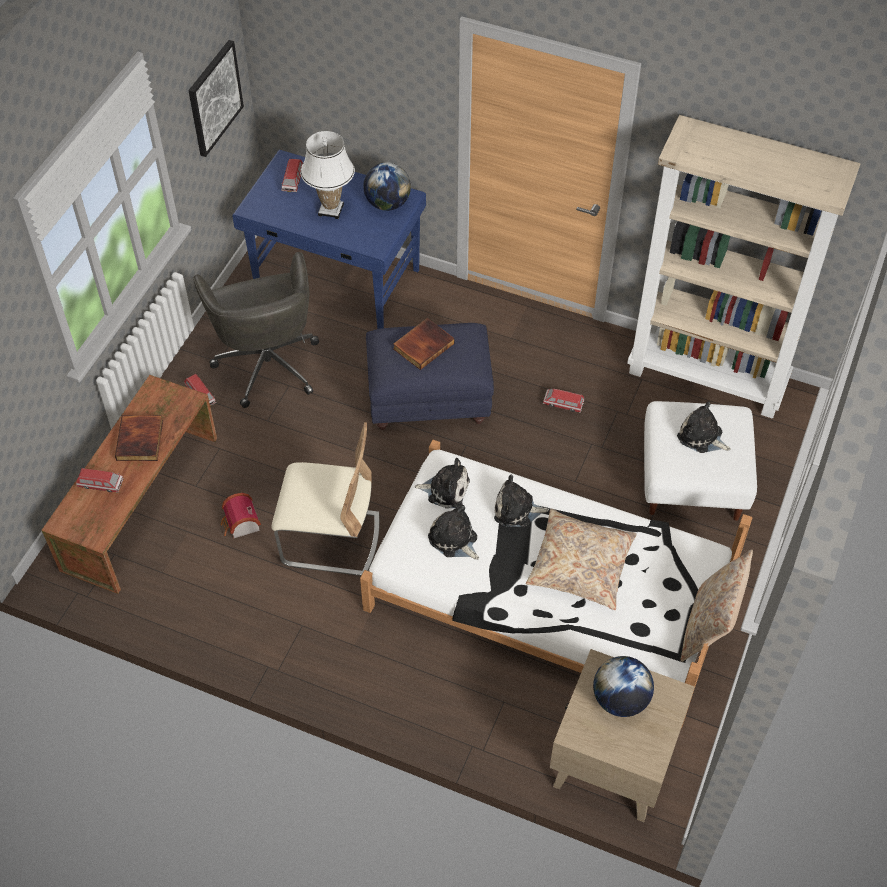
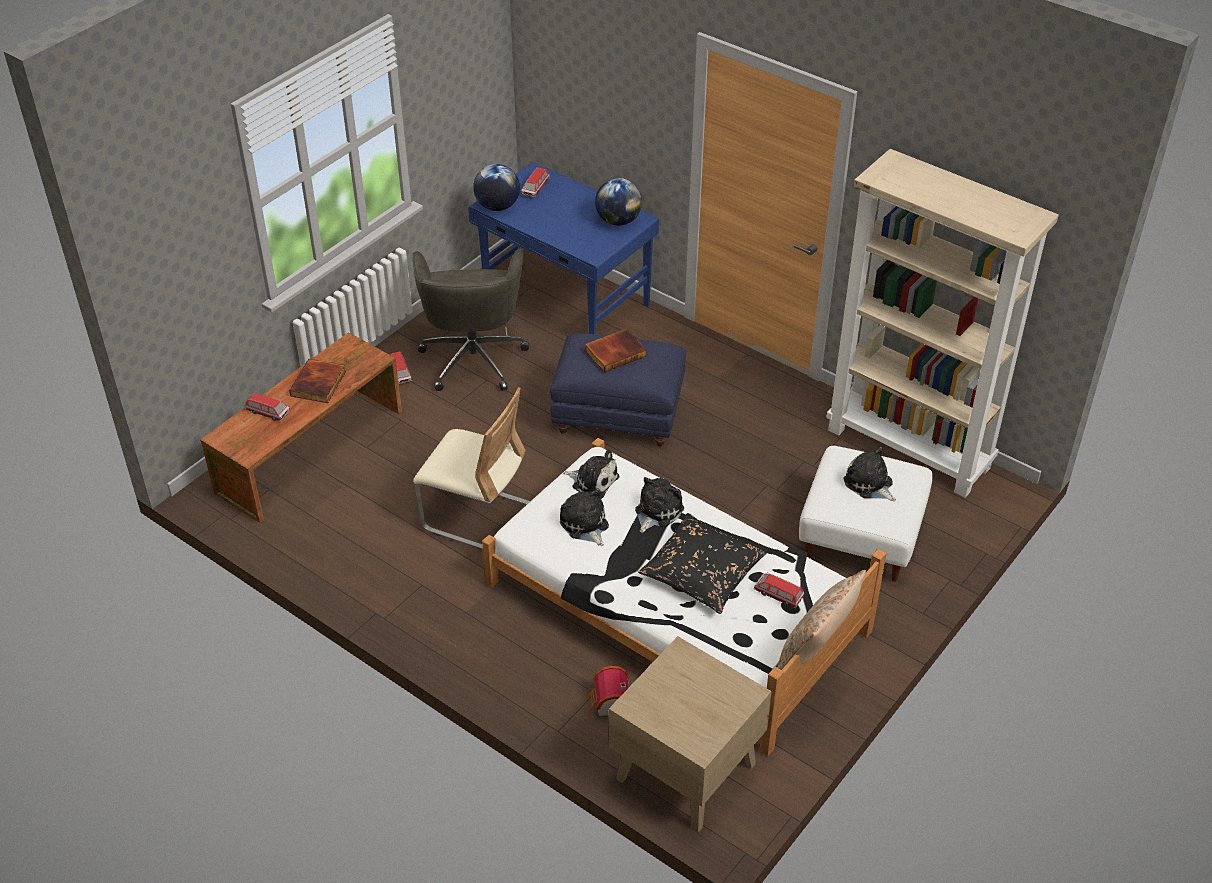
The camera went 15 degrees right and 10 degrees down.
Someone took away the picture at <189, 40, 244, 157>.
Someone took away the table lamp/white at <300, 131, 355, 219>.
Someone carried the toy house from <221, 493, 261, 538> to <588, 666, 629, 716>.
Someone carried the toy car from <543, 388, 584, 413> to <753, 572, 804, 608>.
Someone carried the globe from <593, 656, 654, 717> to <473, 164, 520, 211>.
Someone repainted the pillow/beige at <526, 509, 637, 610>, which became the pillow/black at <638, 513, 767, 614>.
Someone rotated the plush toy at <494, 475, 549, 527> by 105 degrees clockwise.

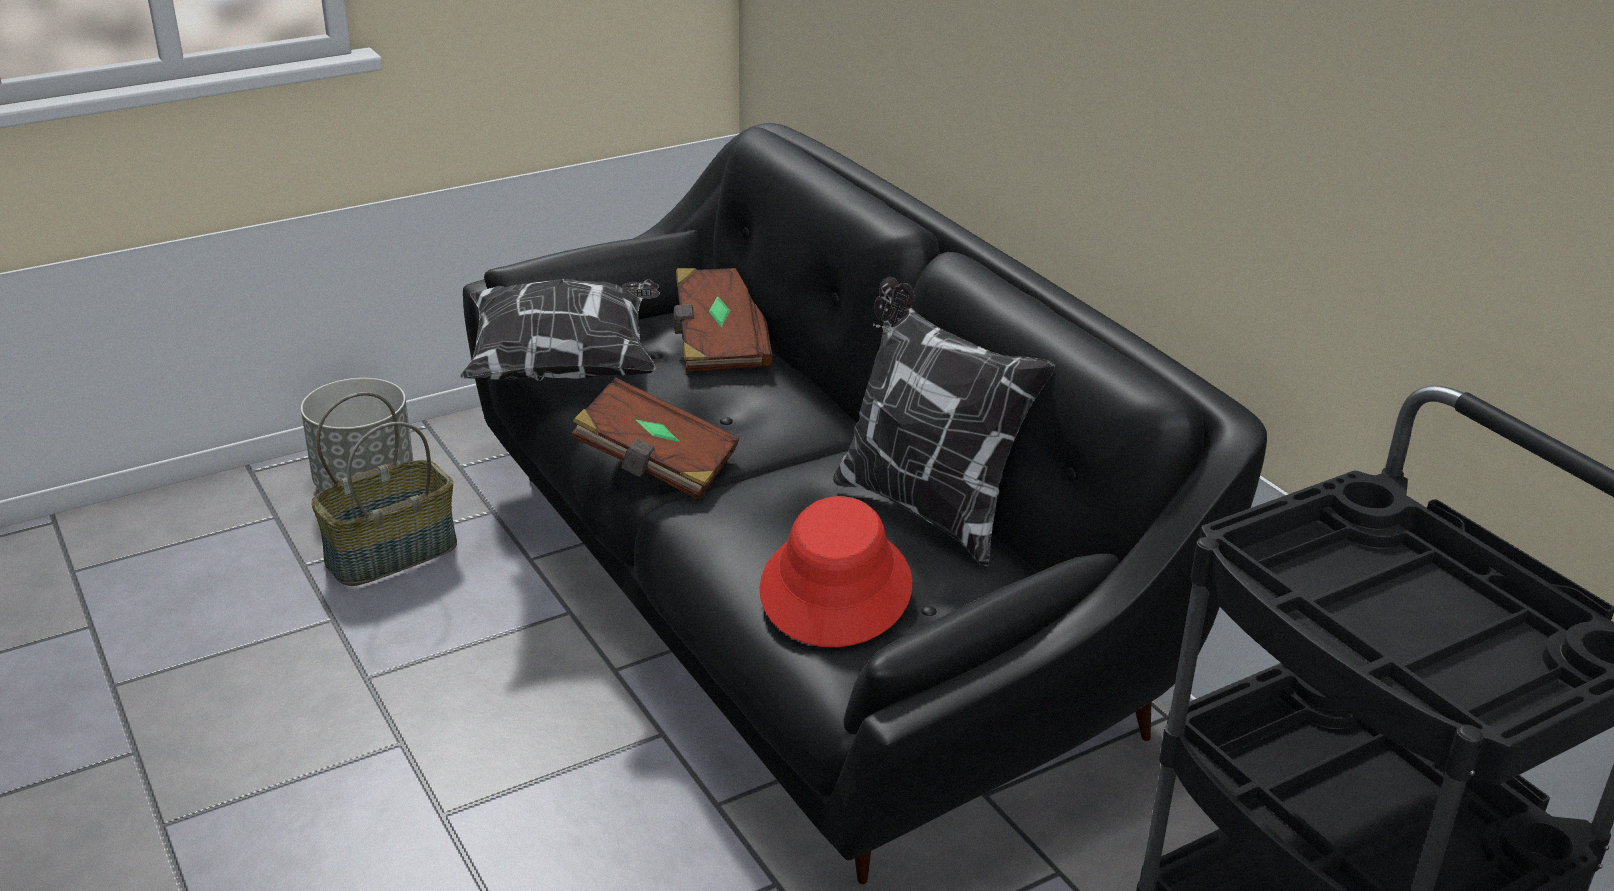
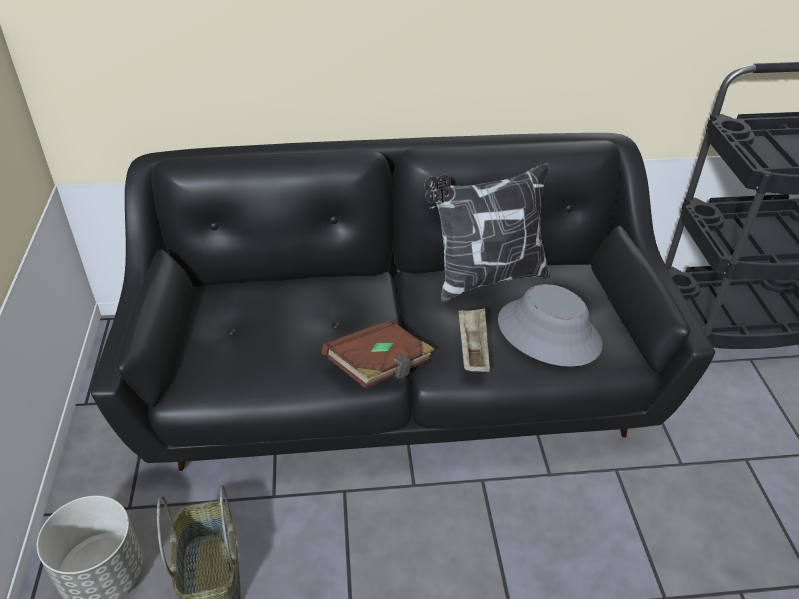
The camera went 65 degrees left and 10 degrees up.
Someone took away the pillow at <460, 279, 660, 381>.
Someone took away the book/brown at <673, 268, 773, 372>.
Someone put down the tray/beige at <458, 308, 490, 372>.
Someone repainted the hat/red at <759, 496, 913, 647>, which became the hat/grey at <498, 284, 602, 367>.

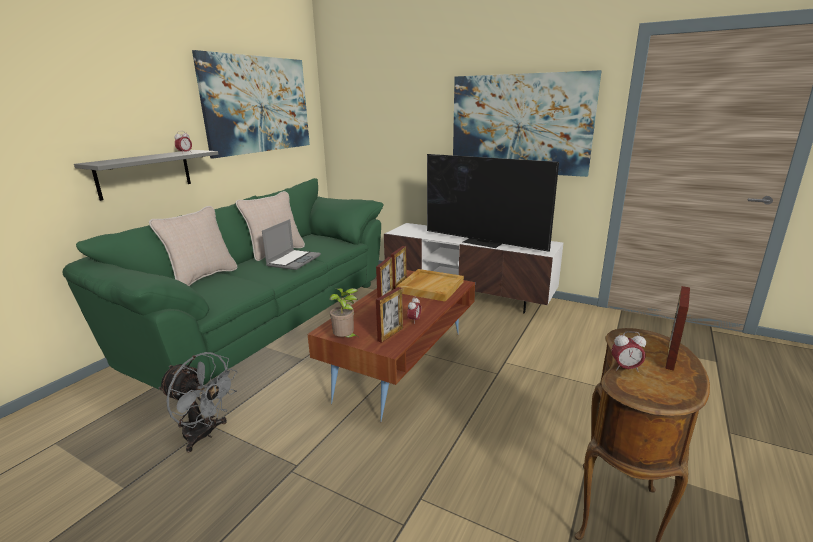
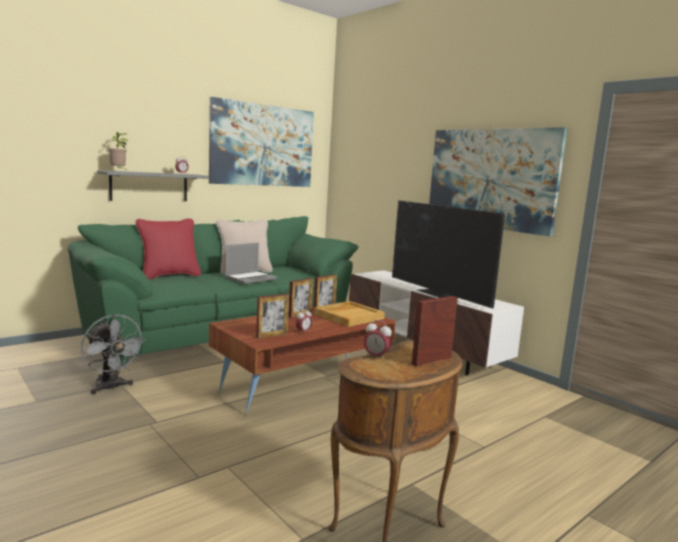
The camera went 20 degrees right and 10 degrees down.
Someone carried the potted plant from <330, 288, 358, 338> to <109, 132, 128, 169>.
Someone repainted the pillow/beige at <149, 206, 237, 286>, which became the pillow/red at <135, 218, 201, 280>.

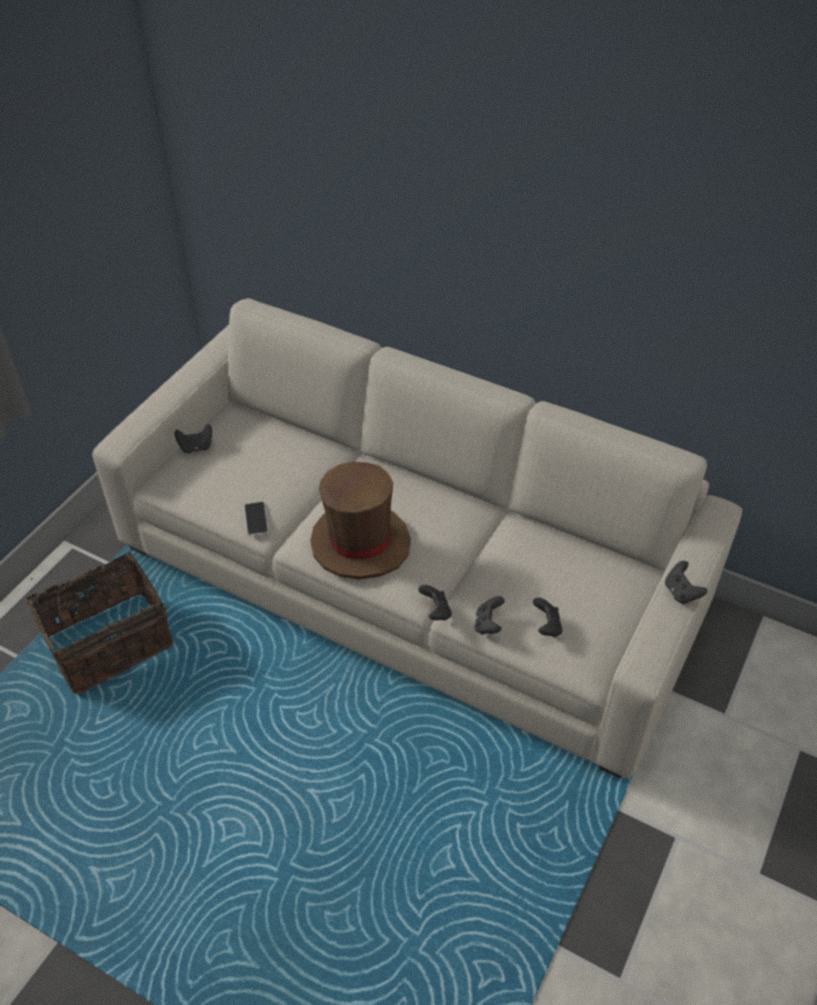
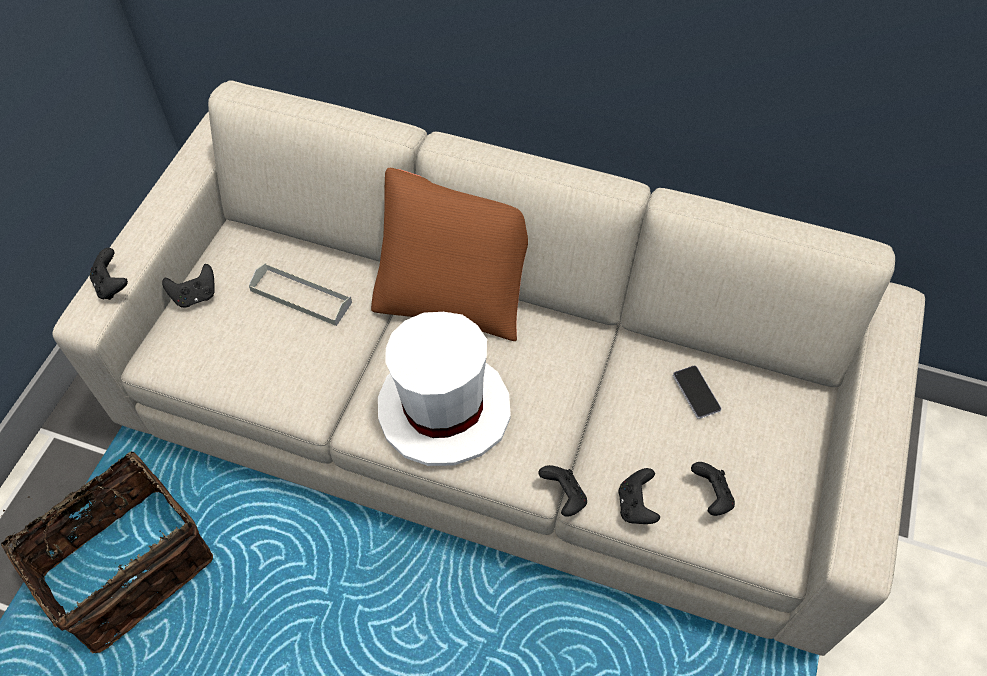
The camera went 10 degrees left and 10 degrees up.
Someone put down the tray/grey at <249, 263, 352, 326>.
Someone put down the pillow/brown at <371, 168, 528, 341>.
Someone carried the phone from <244, 502, 268, 536> to <673, 366, 721, 419>.
Someone carried the game controller/black from <665, 561, 707, 604> to <90, 248, 128, 300>.
Someone repainted the hat/brown at <310, 462, 411, 579>, which became the hat/white at <378, 312, 511, 466>.

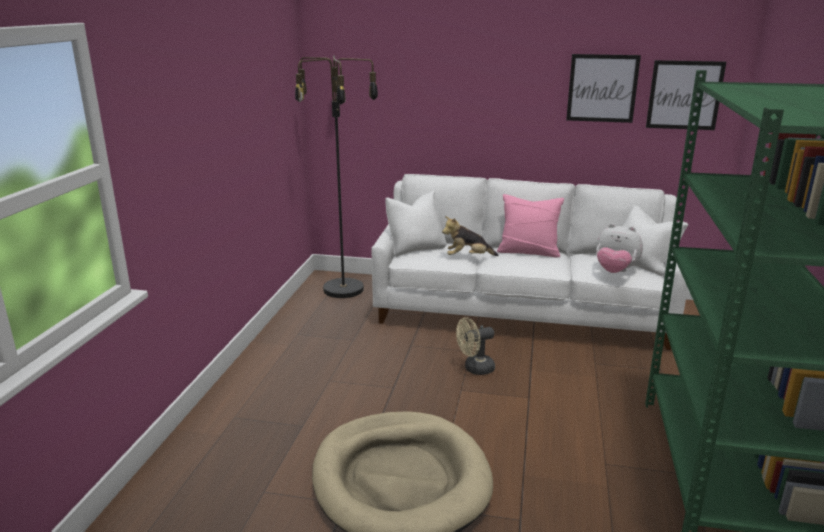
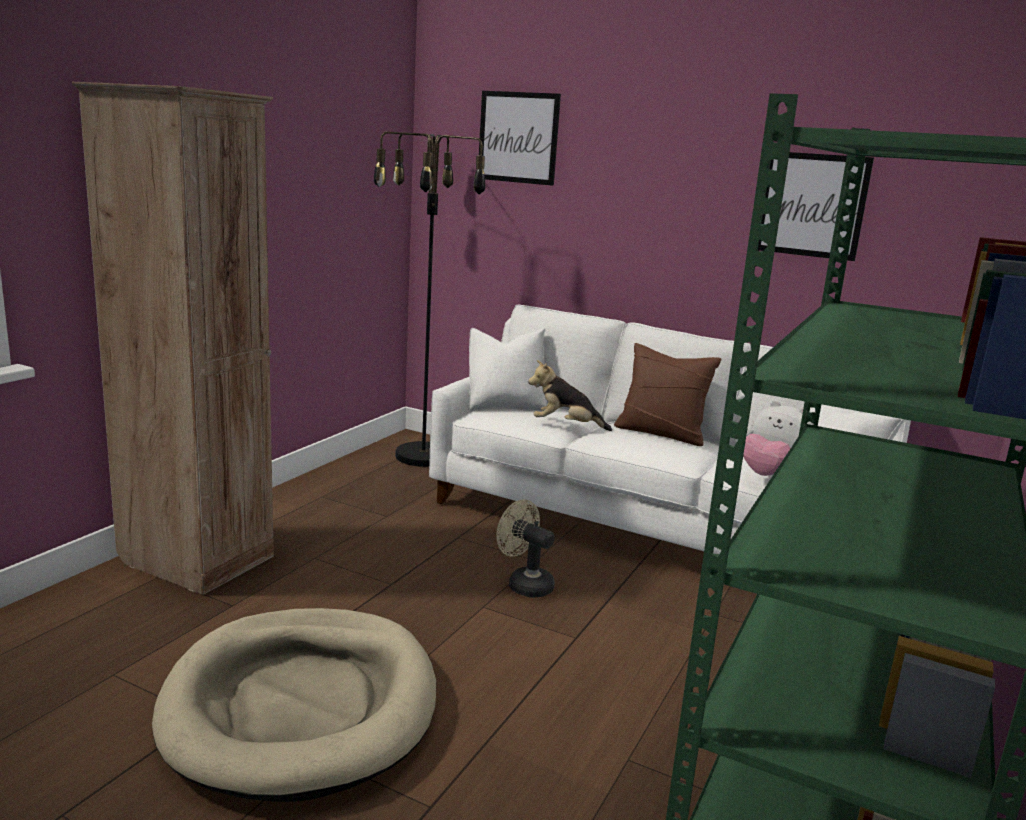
The camera went 15 degrees right and 5 degrees down.
Someone put down the cabinet/brown at <72, 82, 274, 595>.
Someone carried the picture from <646, 60, 726, 130> to <479, 91, 561, 186>.
Someone repainted the pillow/pink at <497, 194, 564, 257>, which became the pillow/brown at <614, 343, 721, 446>.
Someone rotated the fan/beige at <456, 317, 495, 375> by 45 degrees clockwise.

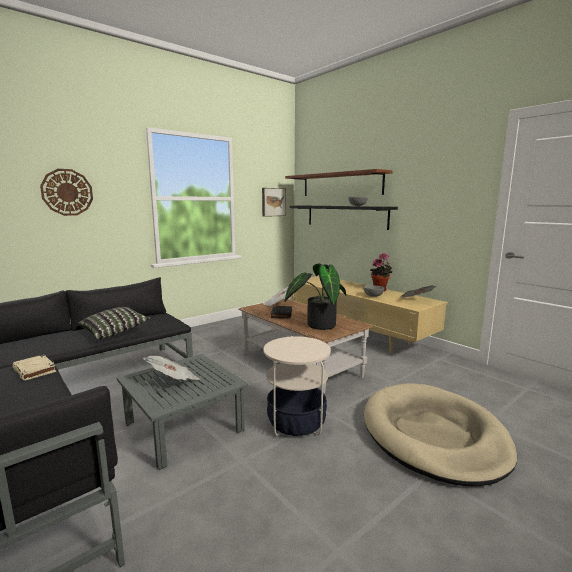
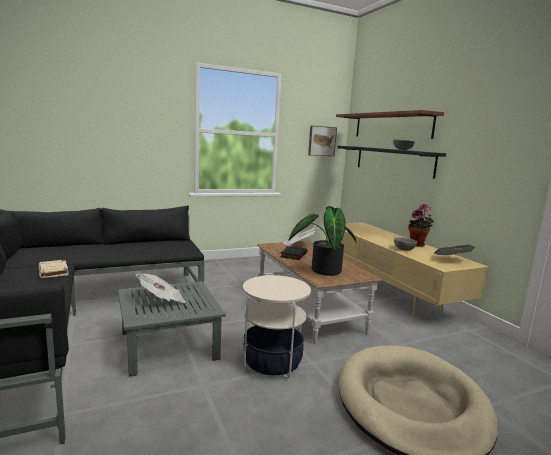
The camera went 15 degrees right and 0 degrees up.
Someone took away the wall clock at <40, 169, 93, 216>.
Someone took away the pillow at <78, 307, 150, 339>.

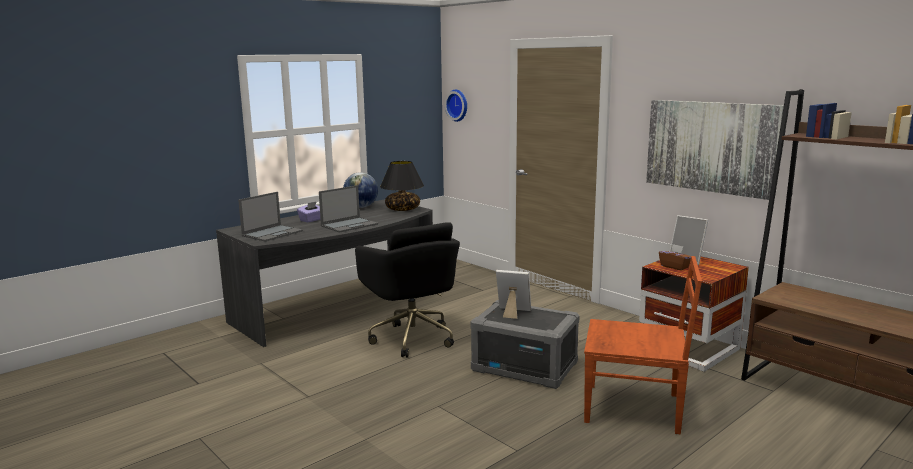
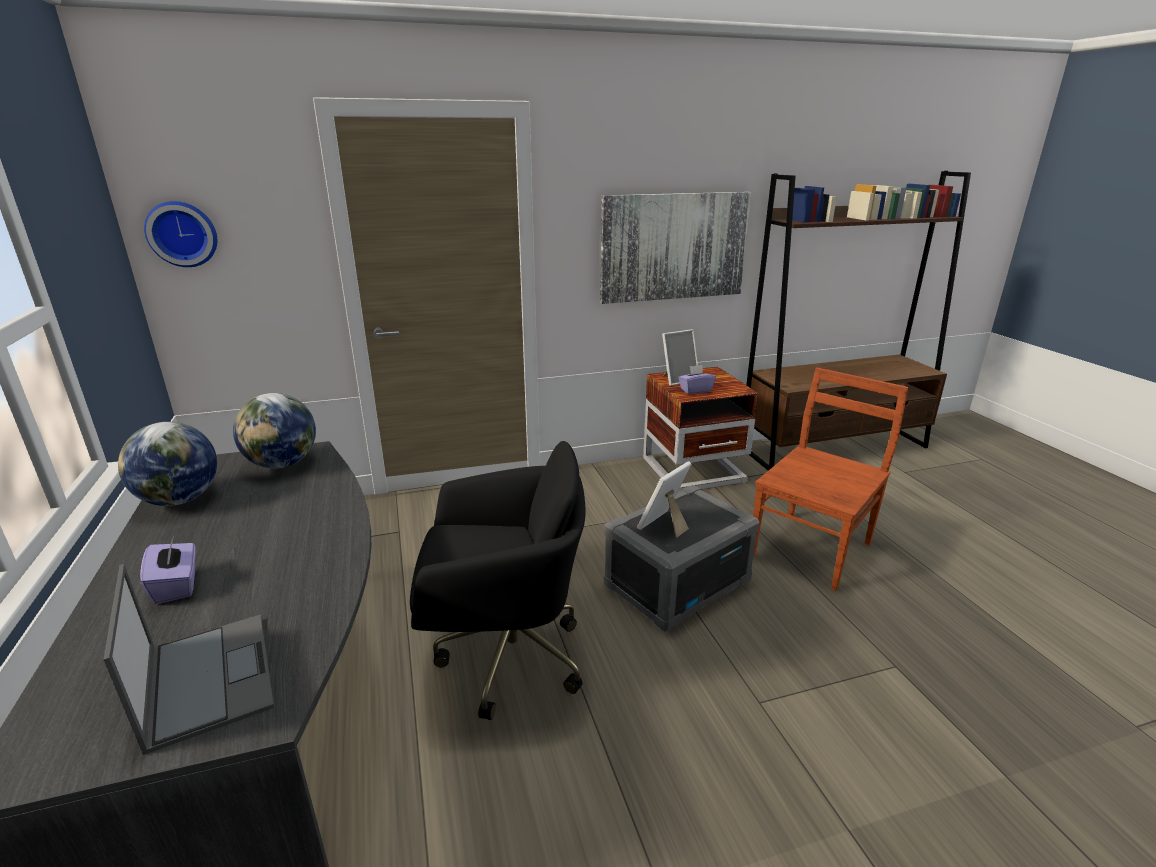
The camera went 65 degrees left and 10 degrees up.
Someone took away the laptop at <319, 185, 378, 233>.
Someone swapped the table lamp/black at <380, 161, 424, 211> for the globe at <233, 393, 316, 469>.
Someone repainted the tissue box/brown at <659, 244, 691, 271>, which became the tissue box/purple at <678, 365, 716, 394>.

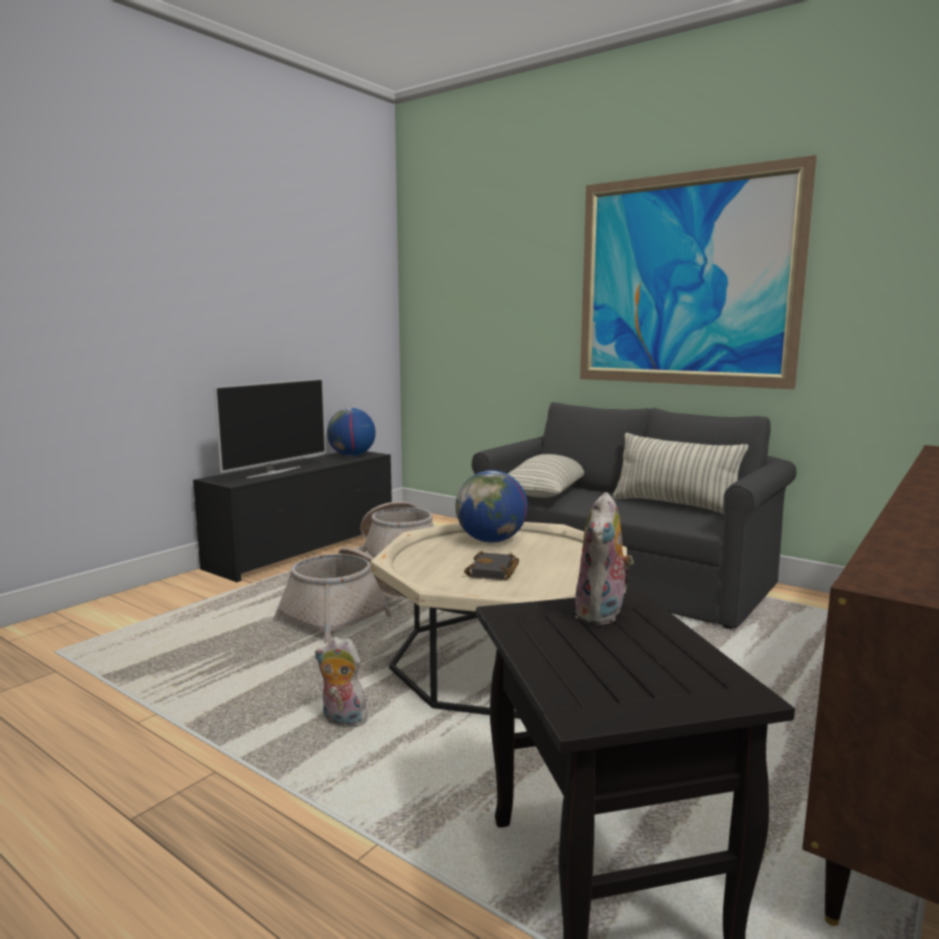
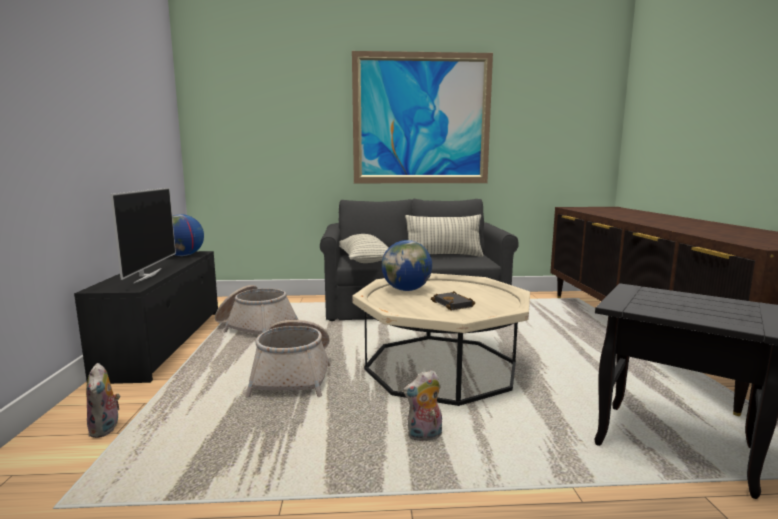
The camera went 40 degrees left and 0 degrees up.
Someone carried the plush toy from <575, 492, 634, 625> to <86, 363, 122, 438>.

